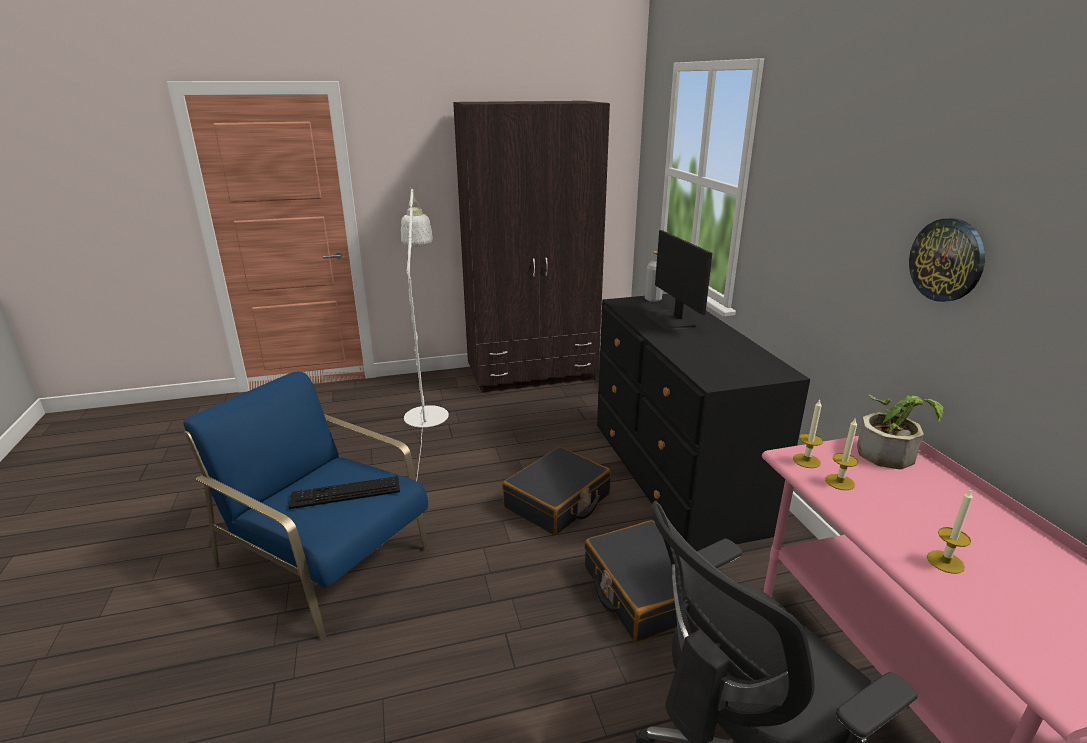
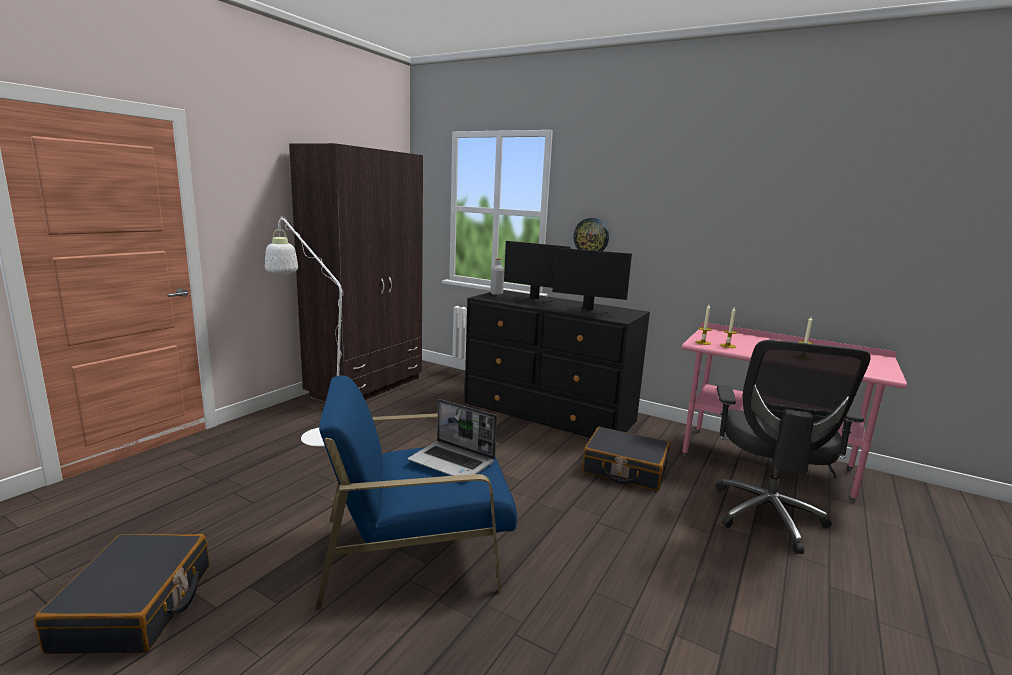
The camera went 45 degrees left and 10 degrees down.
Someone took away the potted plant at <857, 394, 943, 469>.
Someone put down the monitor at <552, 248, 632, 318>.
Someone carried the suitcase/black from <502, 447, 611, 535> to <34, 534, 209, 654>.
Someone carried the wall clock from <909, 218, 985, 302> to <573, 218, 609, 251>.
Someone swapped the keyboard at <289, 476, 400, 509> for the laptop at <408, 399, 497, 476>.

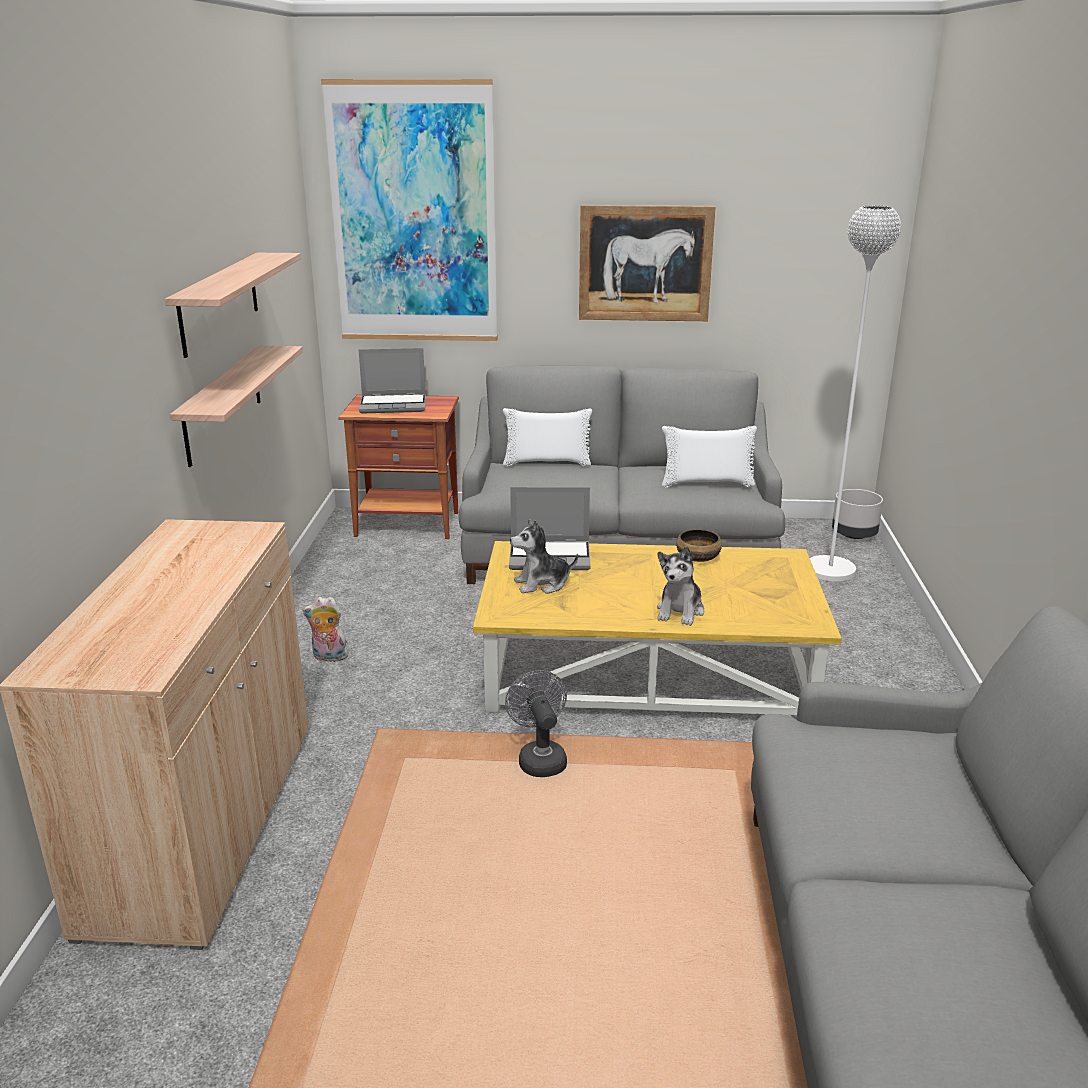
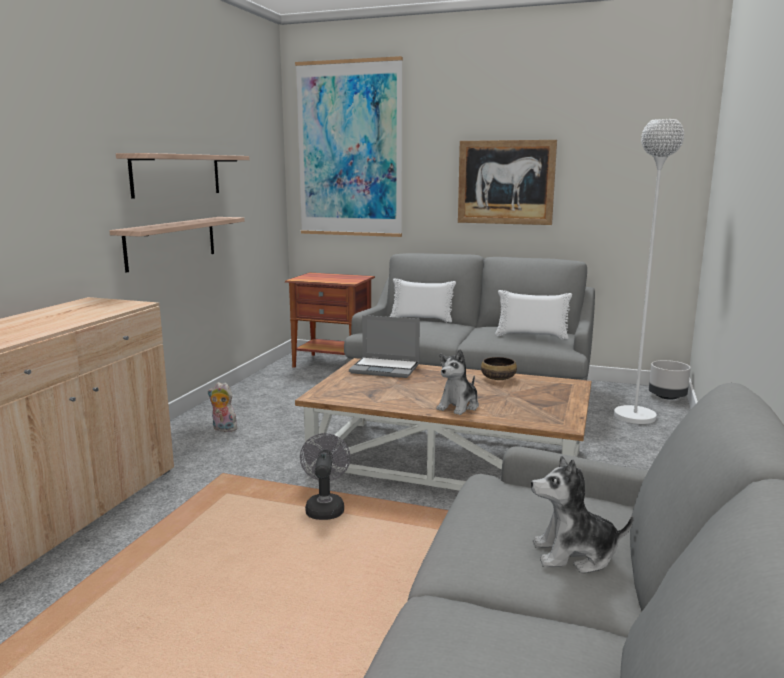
The camera went 15 degrees right and 10 degrees down.
Someone took away the laptop at <359, 348, 426, 414>.
Someone carried the plush toy from <510, 519, 578, 594> to <531, 456, 633, 573>.
Someone repainted the coffee table/yellow at <473, 541, 842, 715>, which became the coffee table/brown at <295, 358, 591, 491>.

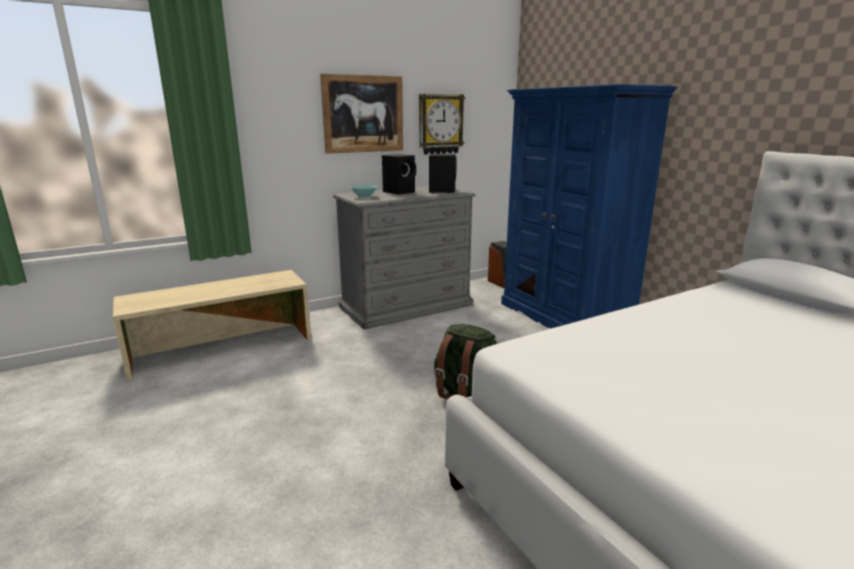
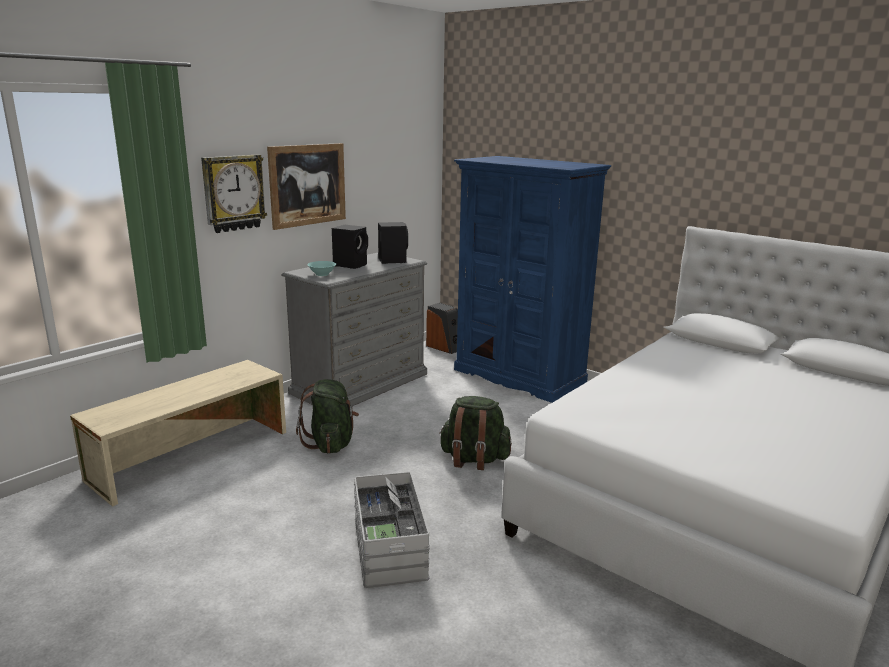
The camera went 20 degrees left and 0 degrees up.
Someone put down the backpack/green at <296, 379, 359, 454>.
Someone put down the storage box/grey at <354, 472, 430, 588>.
Someone carried the wall clock from <419, 94, 465, 155> to <201, 154, 267, 233>.

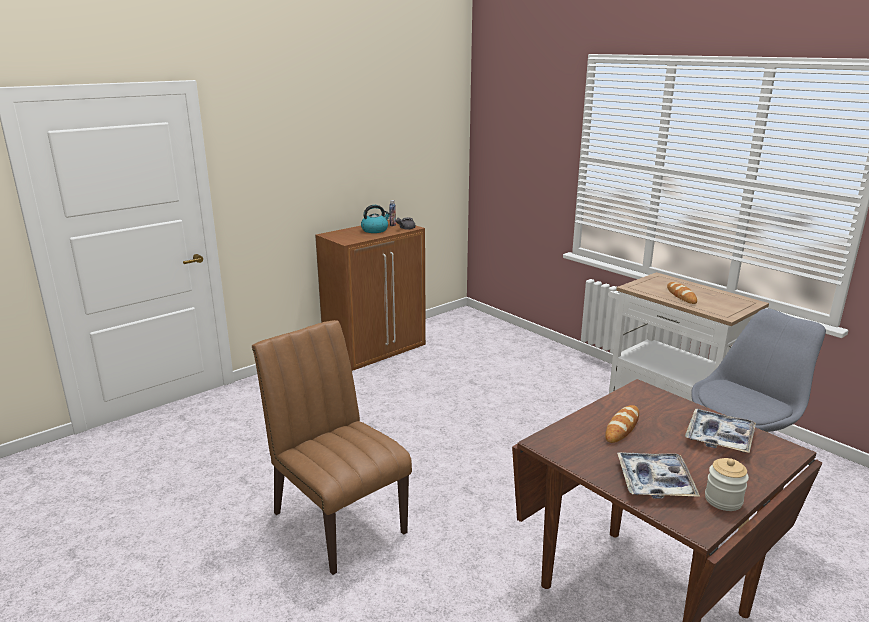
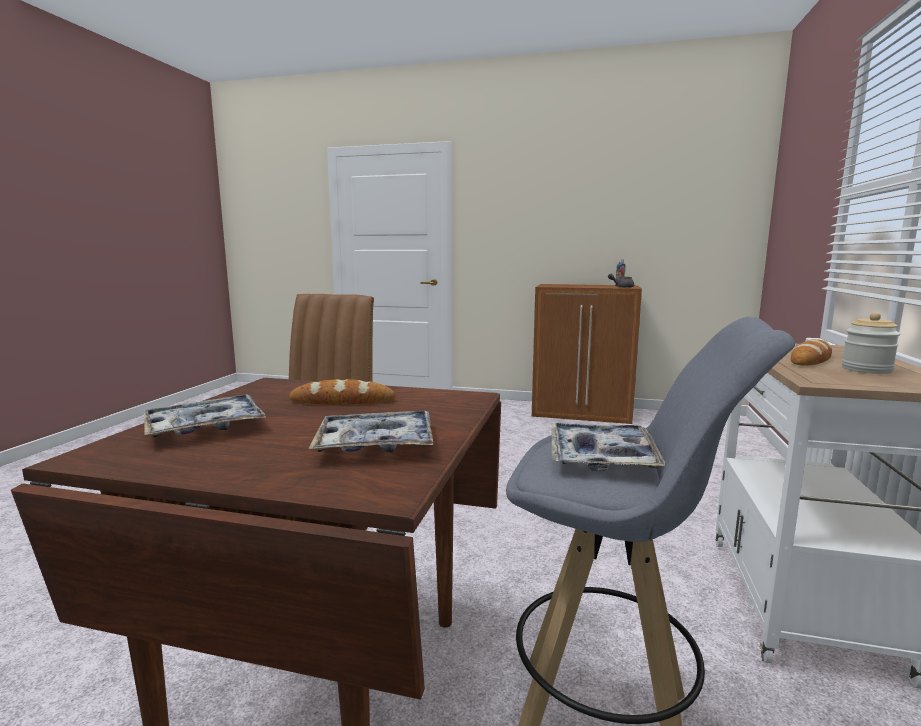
The camera went 55 degrees right and 10 degrees down.
Someone took away the kettle at <361, 205, 391, 233>.
Someone put down the tray at <551, 423, 665, 471>.
Someone carried the jar from <705, 458, 749, 511> to <842, 313, 900, 374>.

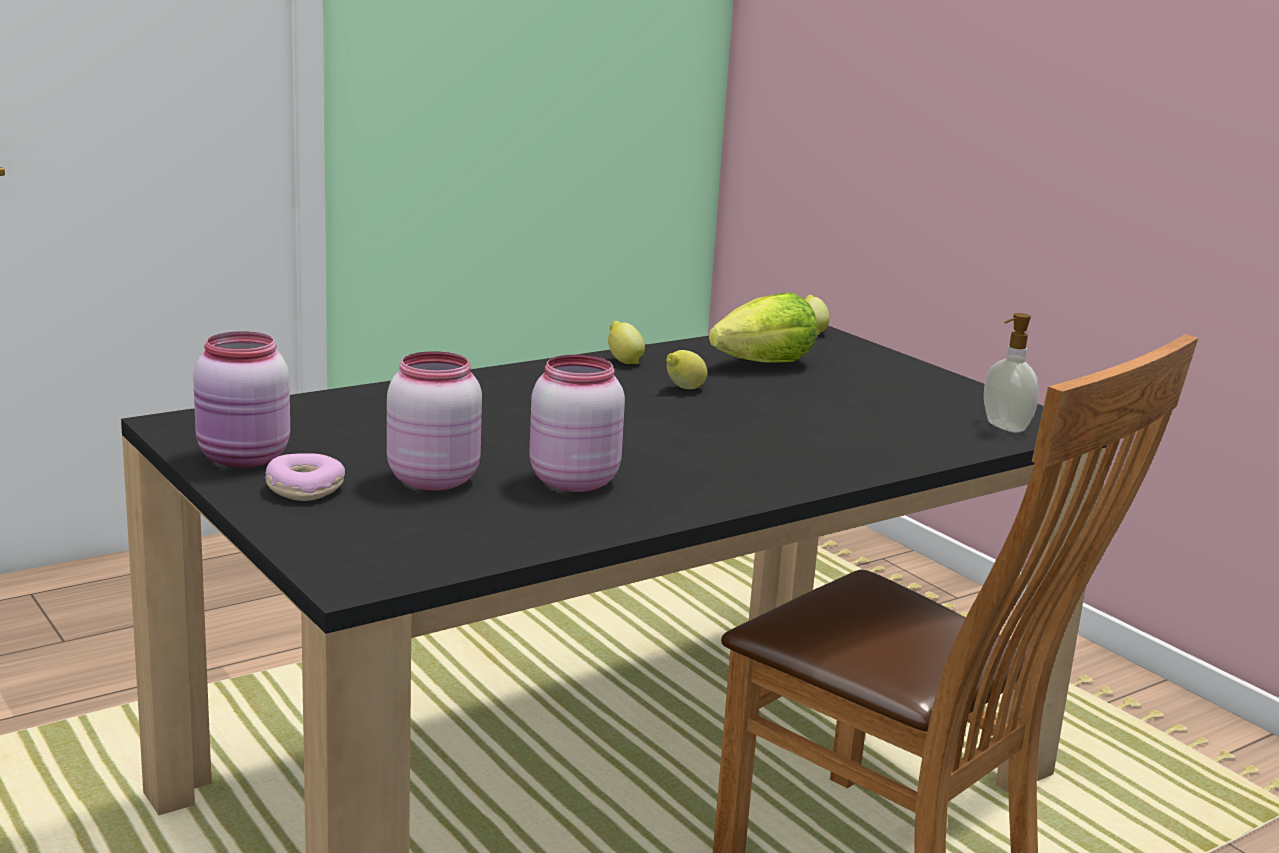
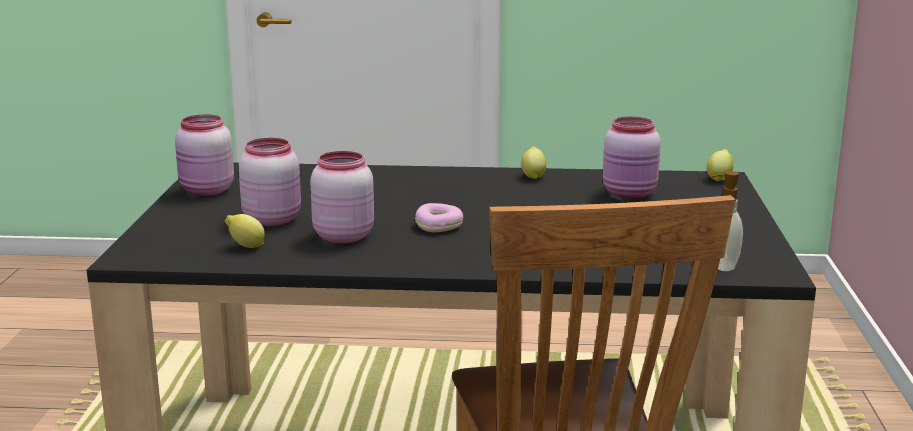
The camera went 40 degrees right and 0 degrees up.
Someone carried the donut from <265, 453, 345, 501> to <415, 203, 463, 232>.
Someone carried the lemon from <666, 350, 707, 389> to <225, 214, 265, 248>.
Someone swapped the lettuce at <709, 293, 817, 363> for the jar/pink at <603, 117, 661, 199>.

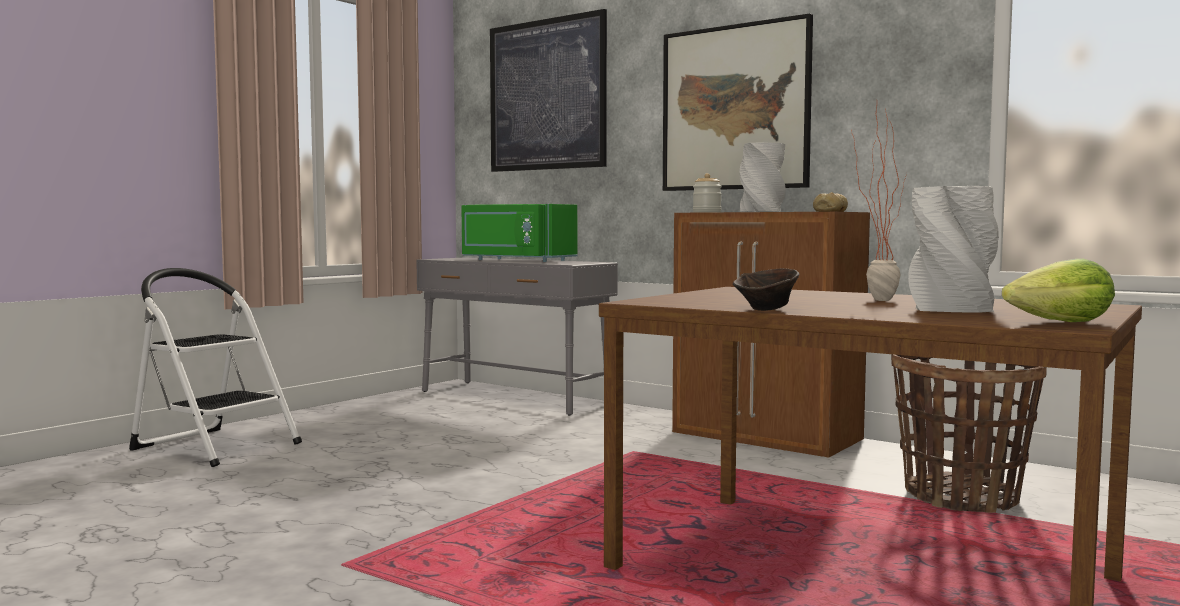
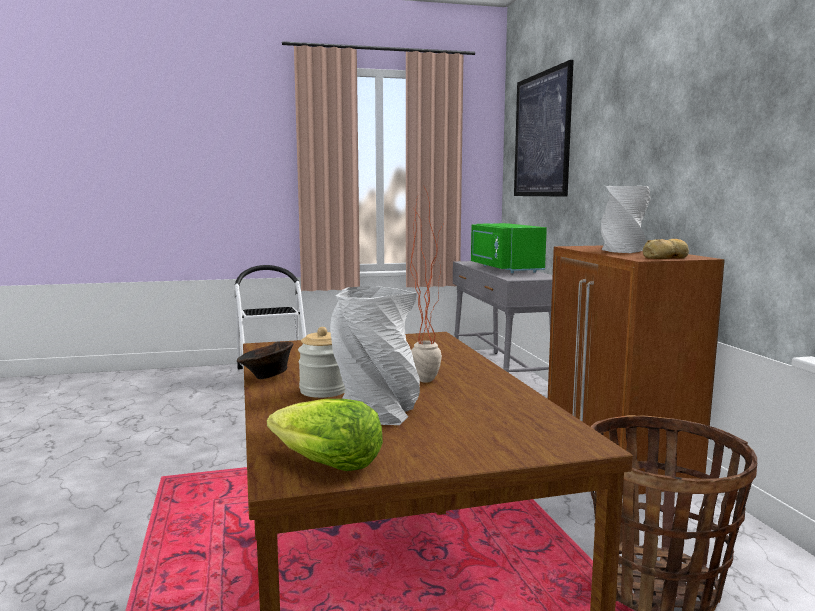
The camera went 40 degrees right and 5 degrees up.
Someone took away the picture at <663, 13, 813, 191>.
Someone carried the jar from <693, 173, 722, 213> to <298, 327, 346, 398>.

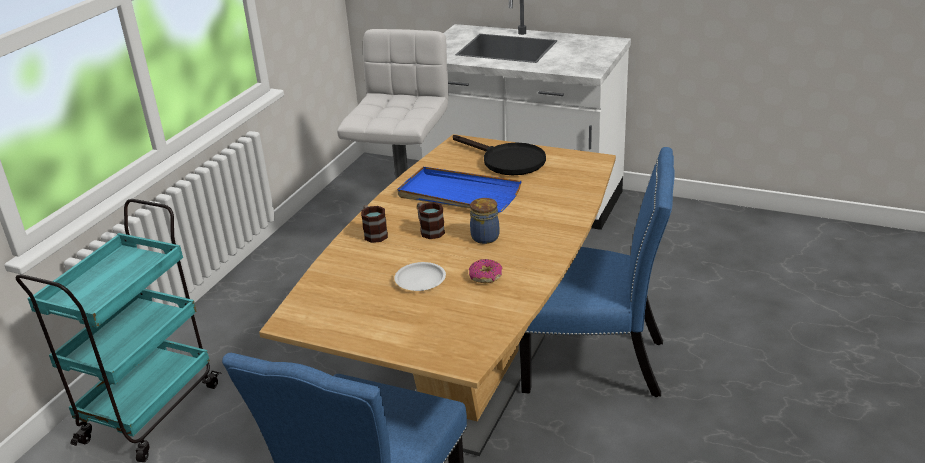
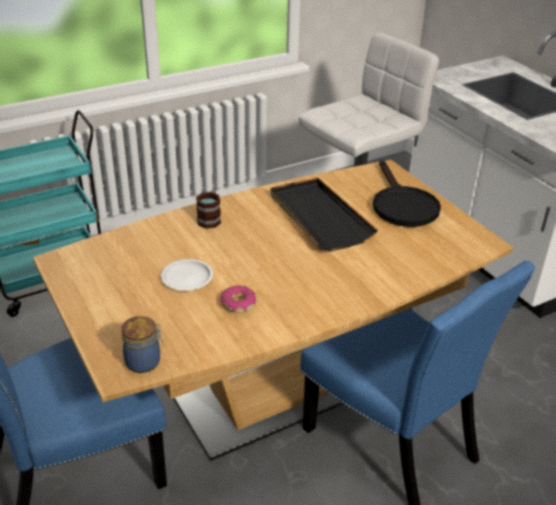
The camera went 35 degrees right and 5 degrees up.
Someone took away the mug at <417, 202, 445, 239>.
Someone carried the jar from <470, 198, 500, 244> to <121, 316, 164, 373>.
Someone repainted the tray/blue at <397, 167, 522, 213>, which became the tray/black at <271, 177, 378, 251>.

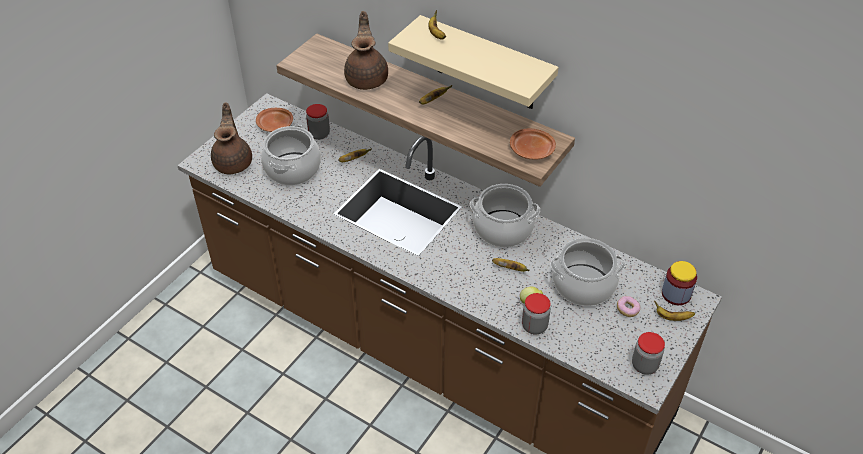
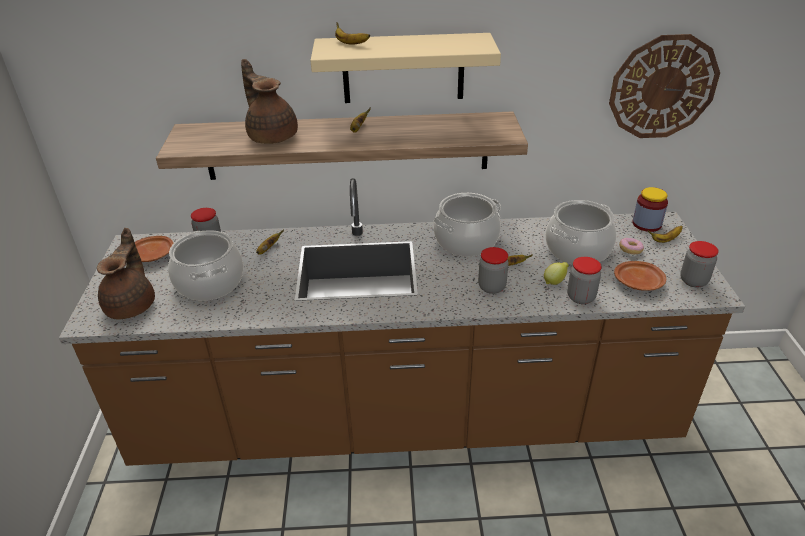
The camera went 35 degrees left and 10 degrees down.
Someone put down the jar at <478, 247, 509, 294>.
Someone put up the wall clock at <609, 34, 720, 138>.
Someone carried the plate/brown from <510, 129, 556, 160> to <614, 261, 666, 291>.
Someone rotated the teapot/brown at <211, 103, 252, 174> by 45 degrees clockwise.

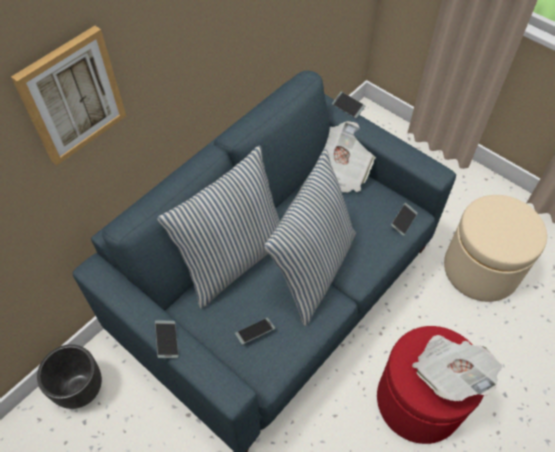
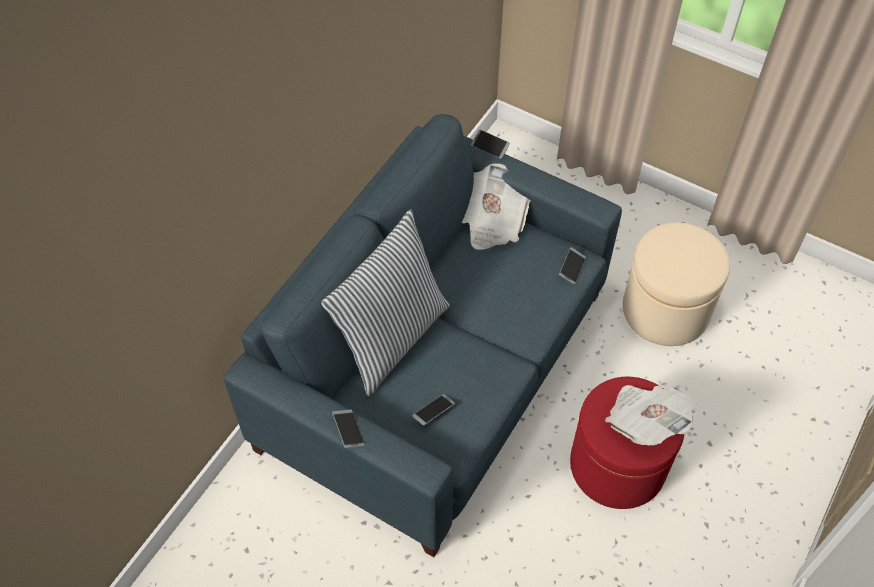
The camera went 10 degrees left and 0 degrees up.
Someone took away the picture at <11, 26, 126, 165>.
Someone took away the planter/black at <37, 344, 102, 409>.
Someone took away the pillow at <264, 149, 356, 326>.

